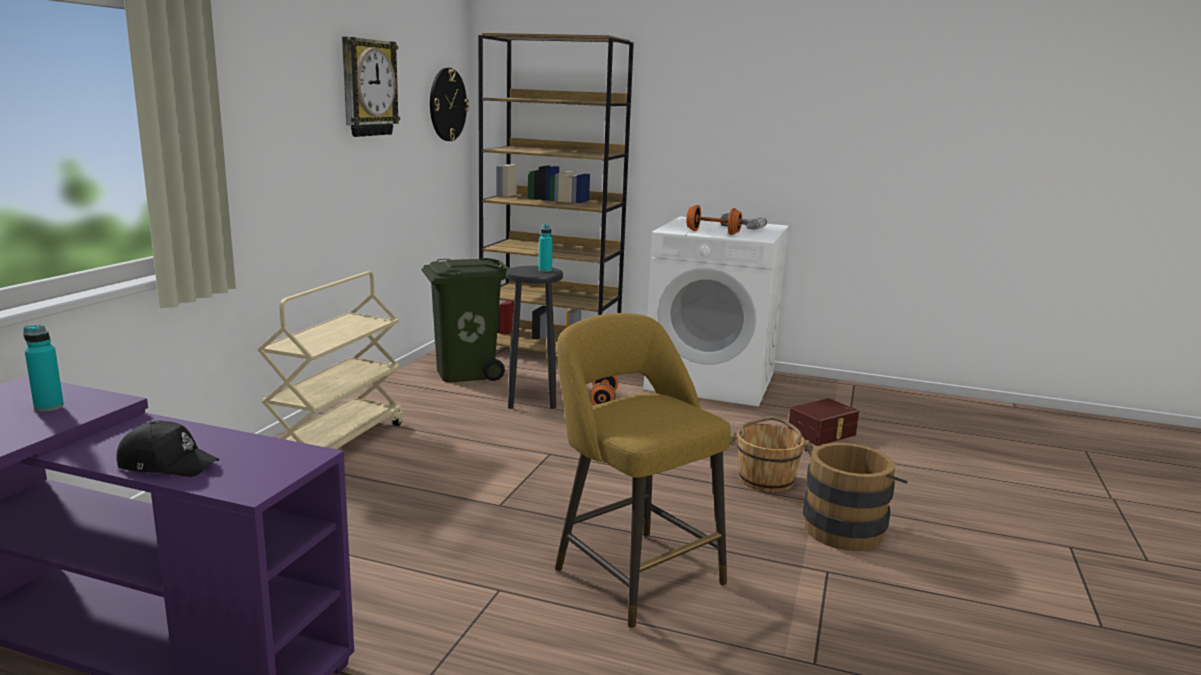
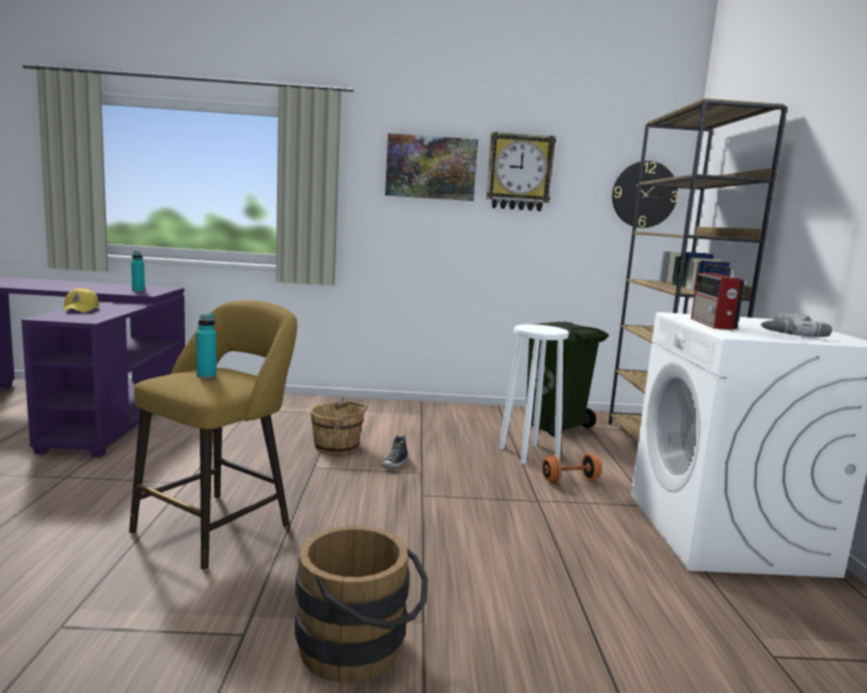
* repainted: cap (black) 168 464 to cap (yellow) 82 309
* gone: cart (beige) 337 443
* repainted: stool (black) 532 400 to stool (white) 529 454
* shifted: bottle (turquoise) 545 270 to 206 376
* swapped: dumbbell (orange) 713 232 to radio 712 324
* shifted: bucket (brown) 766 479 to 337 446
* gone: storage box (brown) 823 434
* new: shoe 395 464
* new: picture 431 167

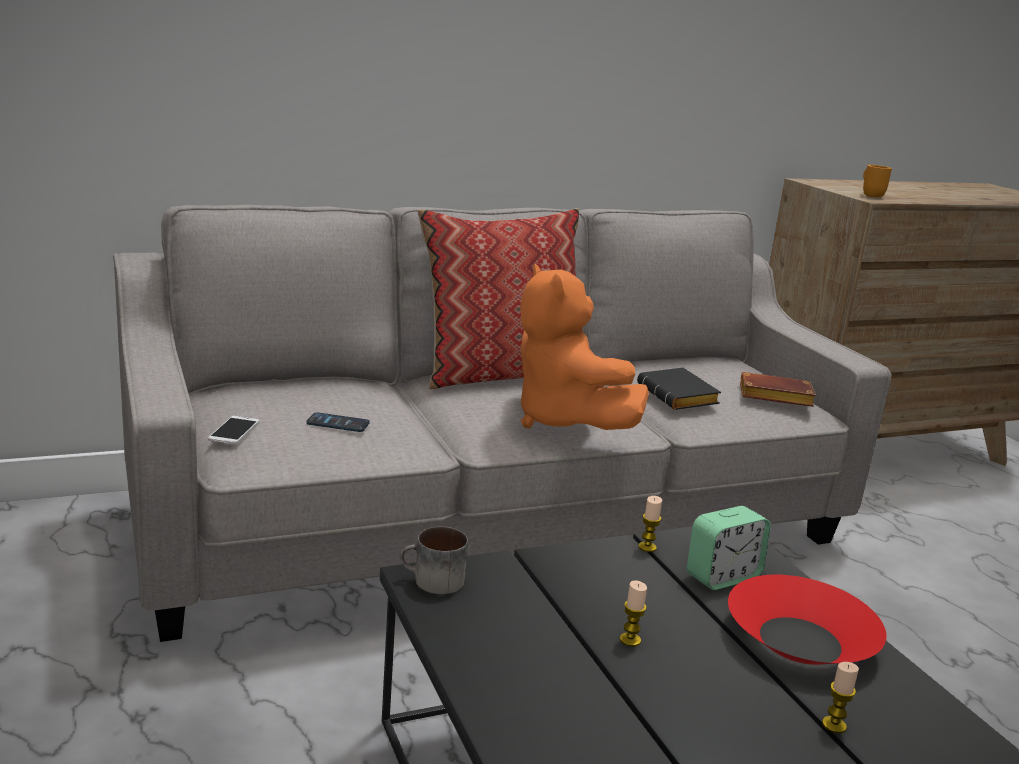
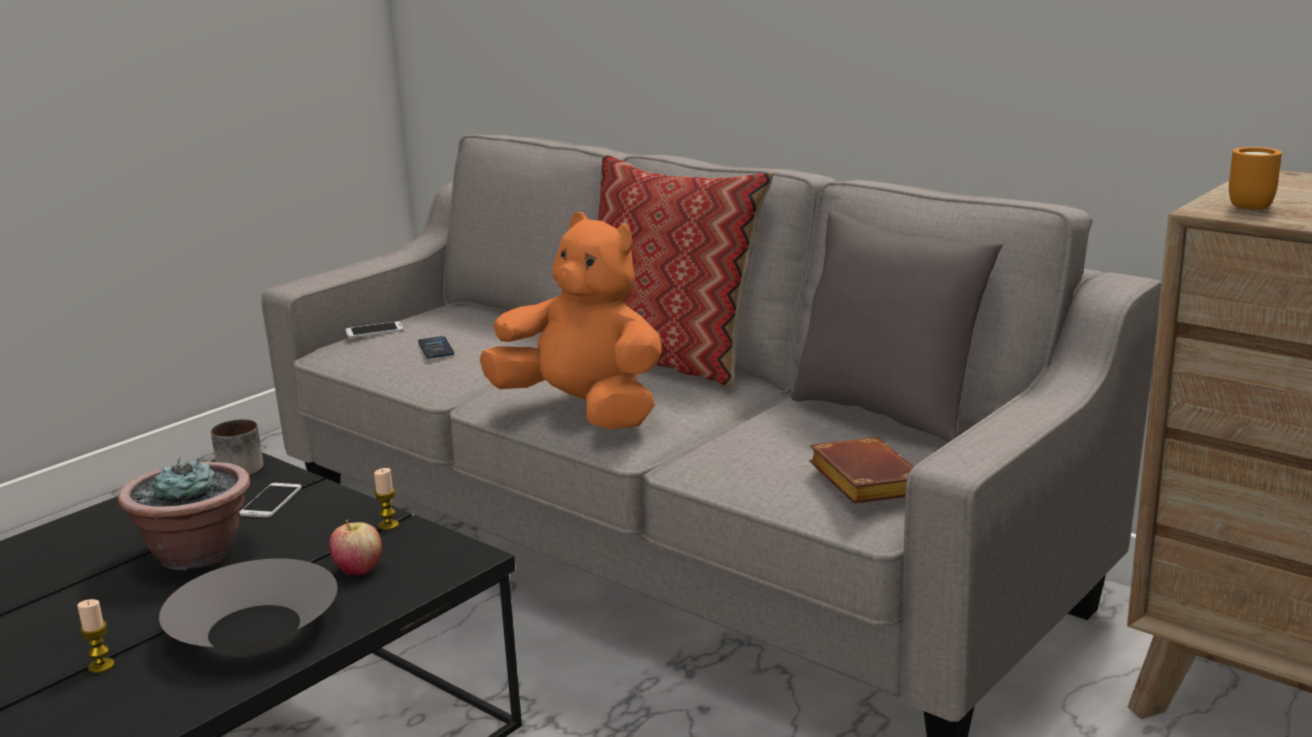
* rotated: plush toy (orange) 564 421 = 583 411 90 degrees clockwise
* swapped: candle 630 640 to potted plant 196 554
* gone: book (black) 680 397
* swapped: alarm clock 722 577 to apple 358 570
* repainted: bowl (red) 800 639 to bowl (grey) 255 627
* new: phone 271 501
* new: pillow (grey) 887 414

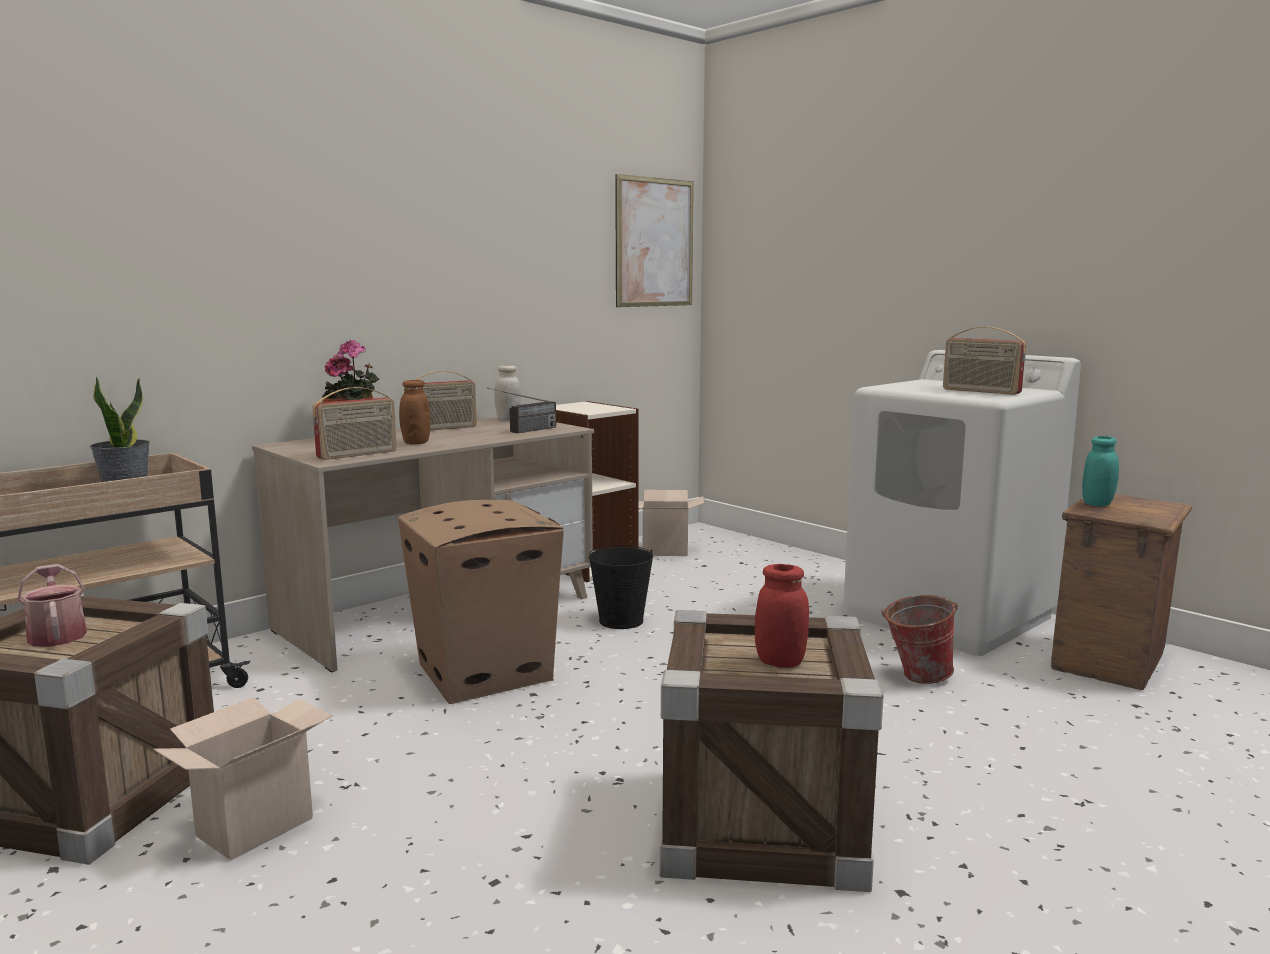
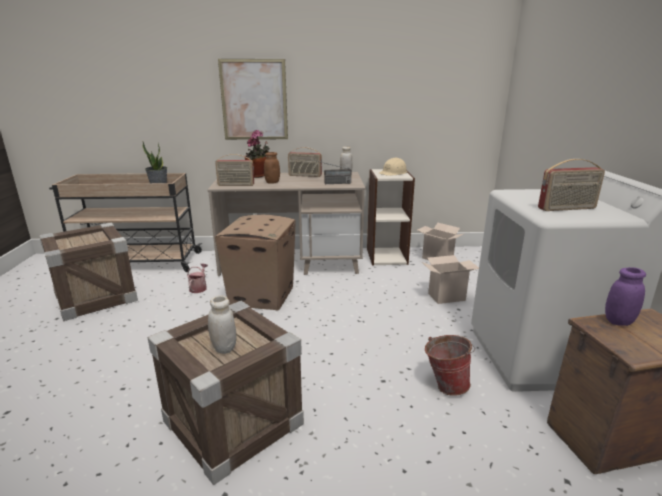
* shifted: watering can 57 634 to 199 288
* shifted: cardboard box 256 825 to 447 296
* gone: bucket (black) 621 621
* shifted: picture 654 242 to 254 100
* repainted: jar (red) 780 662 to jar (white) 224 348
* rotated: radio 980 391 = 567 208 90 degrees counterclockwise
* repainted: jar (turquoise) 1097 504 to jar (purple) 619 321
* new: hard hat (beige) 393 173

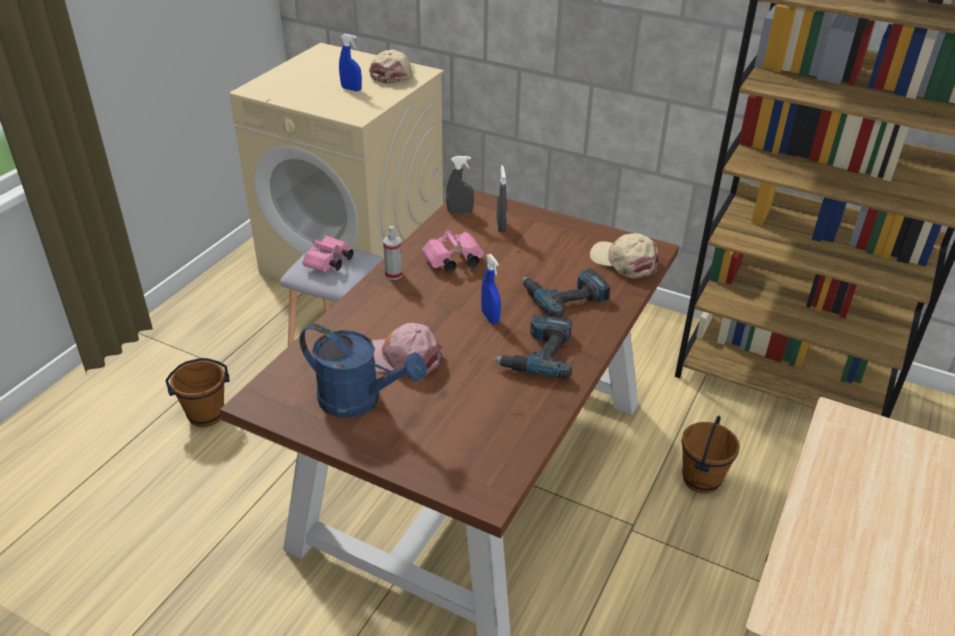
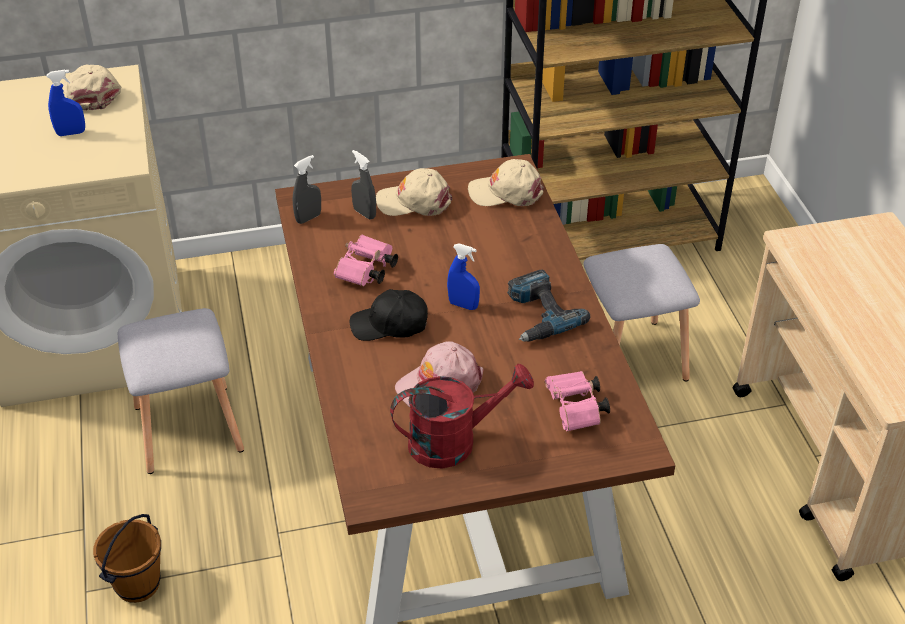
* repainted: watering can (blue) 360 401 to watering can (red) 454 441
* shifted: binoculars (pink) 328 263 to 576 410
* gone: spray bottle 393 274
* gone: power drill 564 296
* swapped: bucket (brown) 702 480 to stool (grey) 632 359
* new: cap (black) 390 325
* new: cap (beige) 414 201

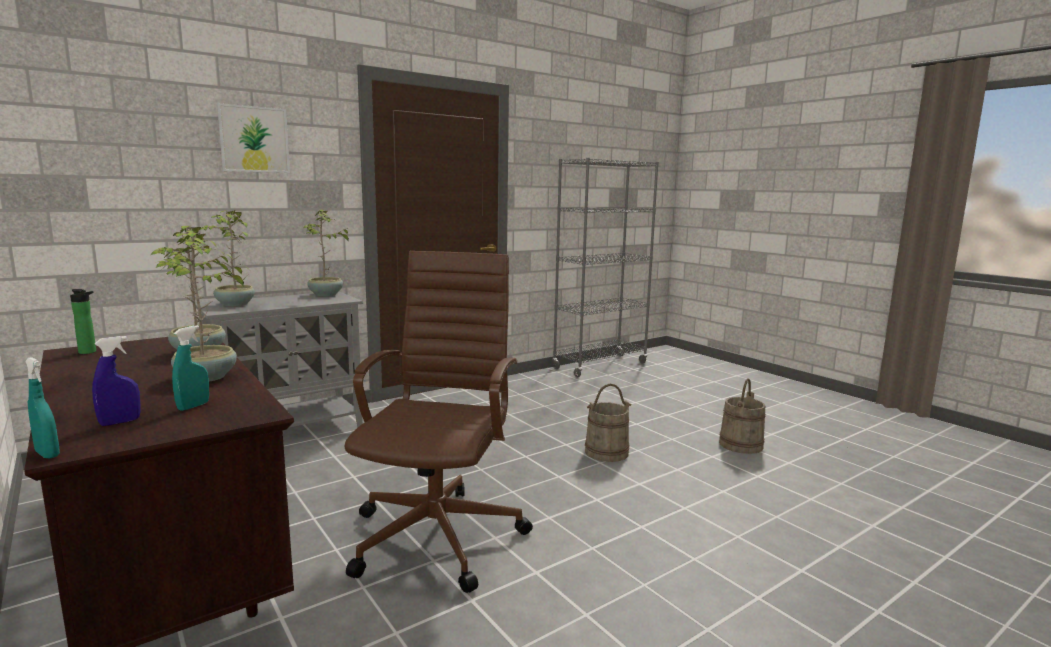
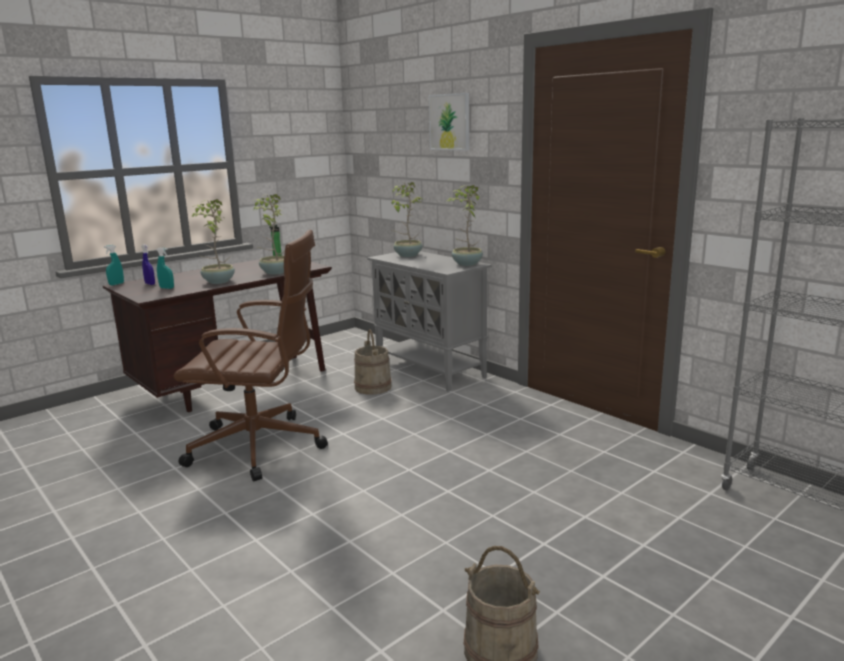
* shifted: bucket (beige) 606 452 to 373 387

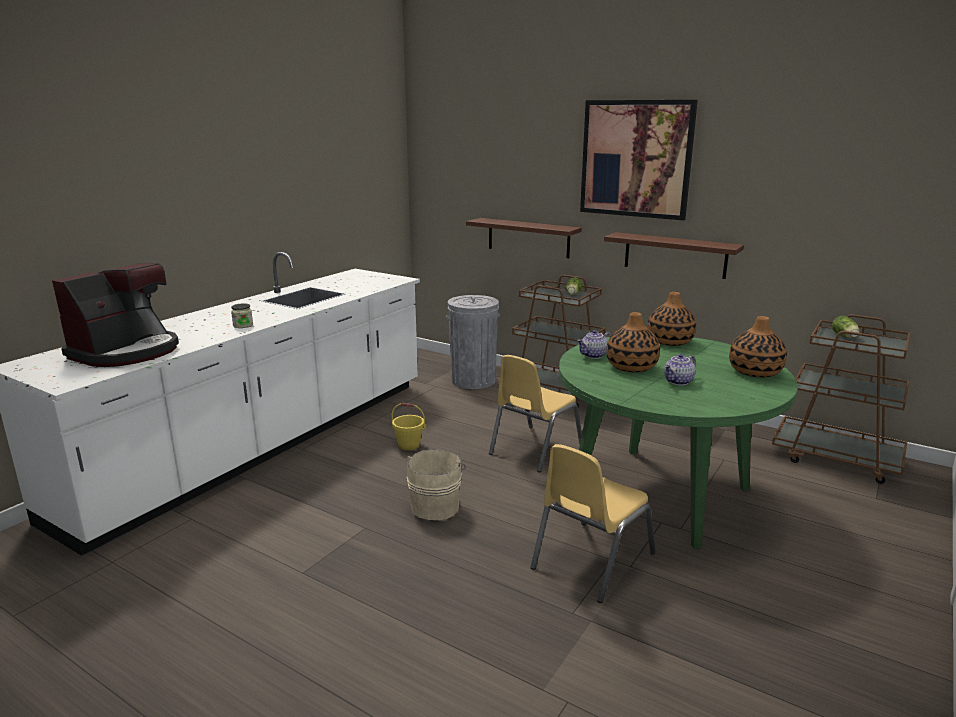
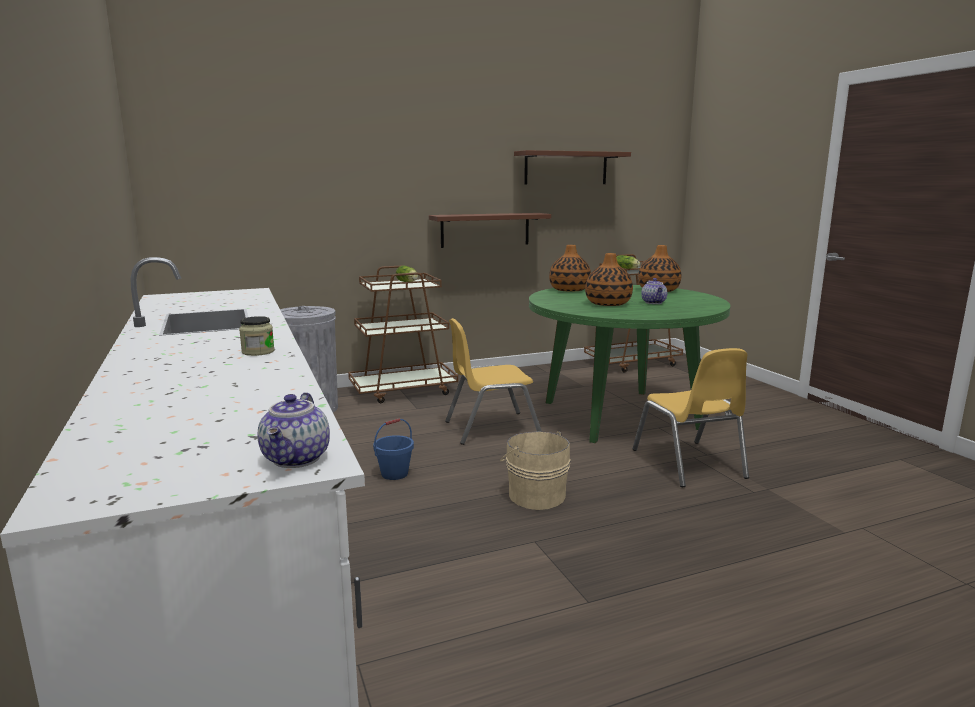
* gone: coffee machine 127 352
* repainted: bucket (yellow) 409 445 to bucket (blue) 394 474
* shifted: shelf (brown) 528 237 to 566 168
* rotated: chair (yellow) 534 449 = 491 428 90 degrees clockwise
* shifted: teapot 594 356 to 297 459
* gone: picture 636 159

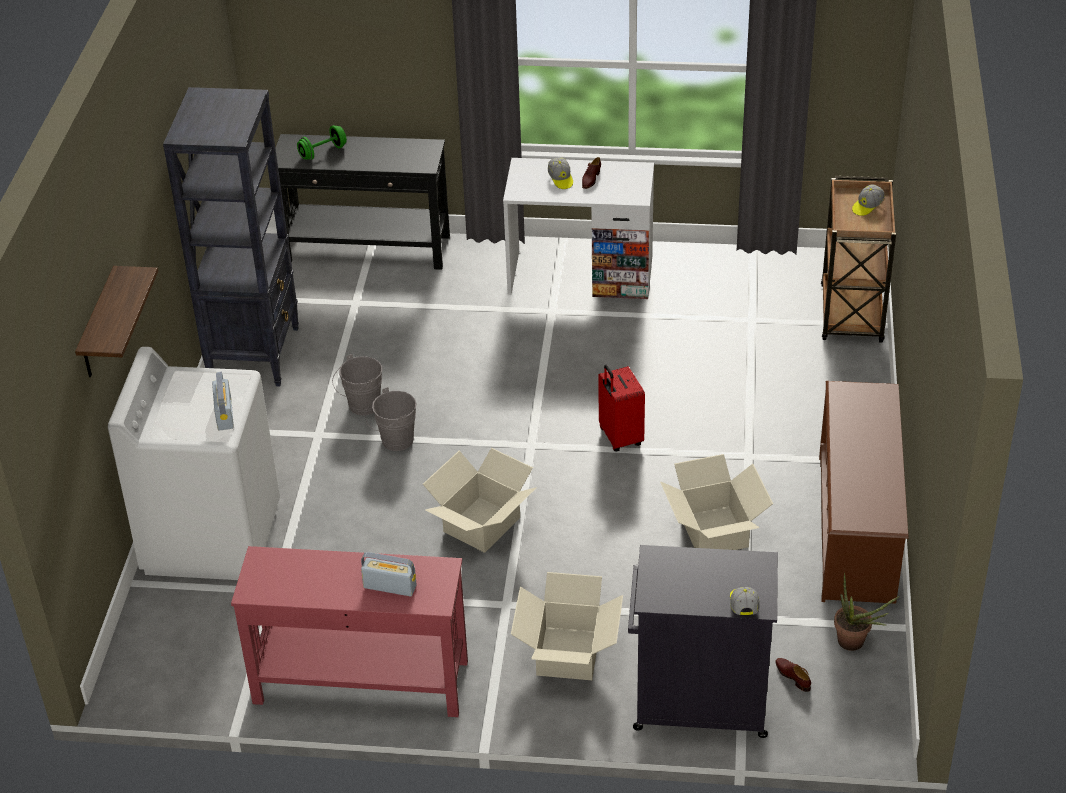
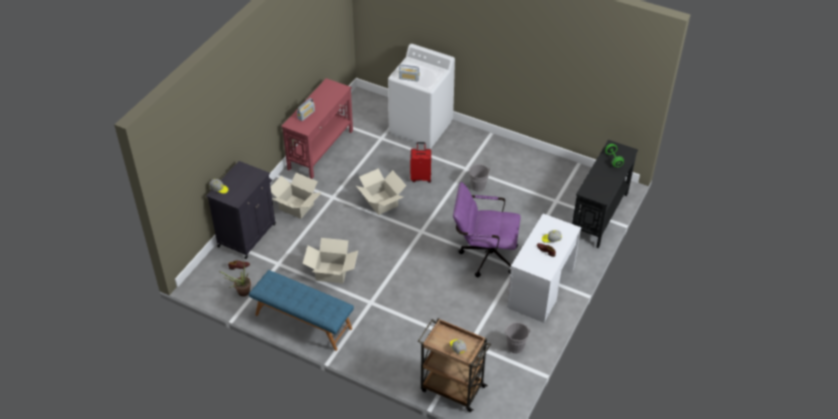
* gone: shelf 98 326
* gone: bookcase (black) 255 354
* shifted: bucket (grey) 394 441 to 515 345
* shifted: suitcase (red) 619 438 to 421 177
* swapped: shoe rack (brown) 856 527 to bench (blue) 303 322
* new: office chair (purple) 484 255

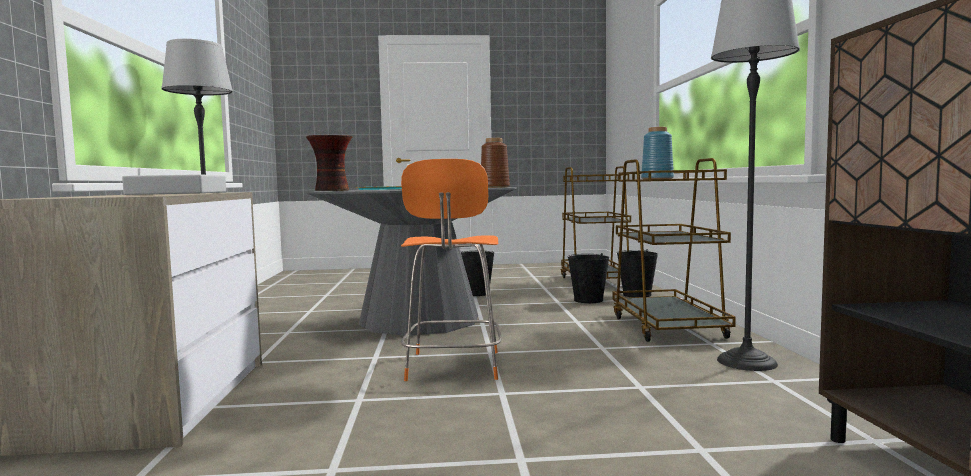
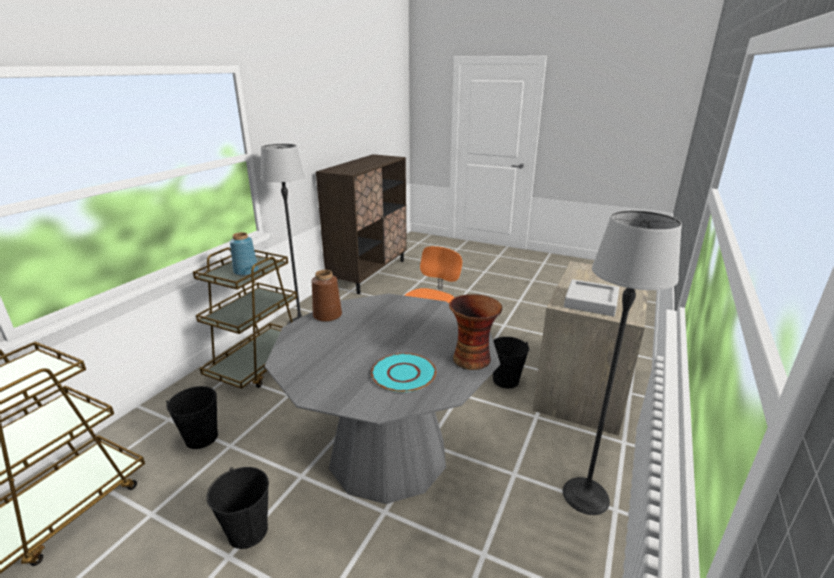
* shifted: bucket (black) 637 295 to 505 380

